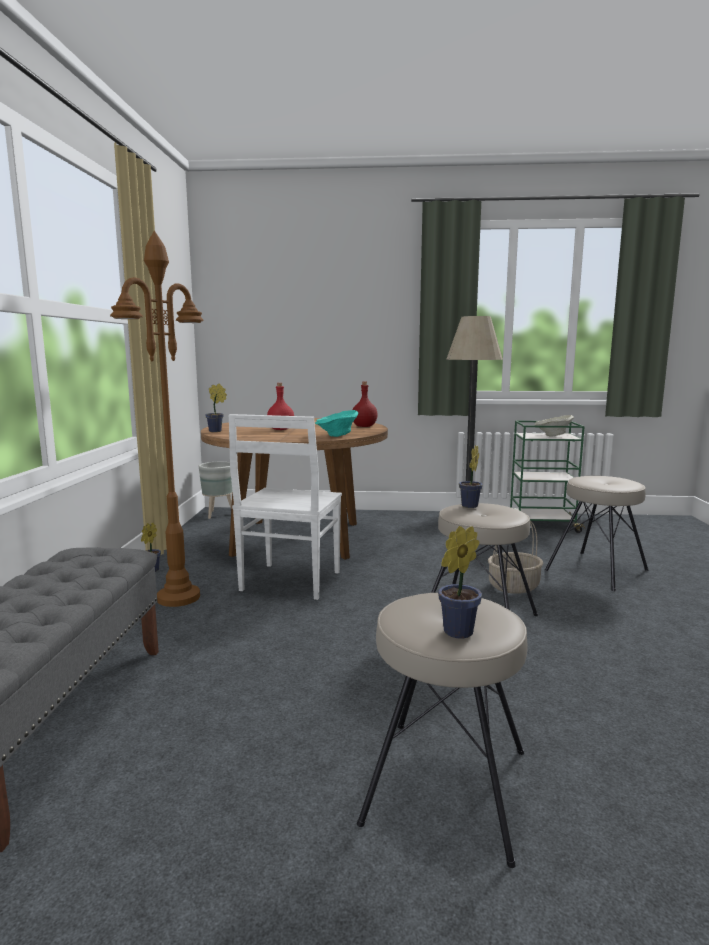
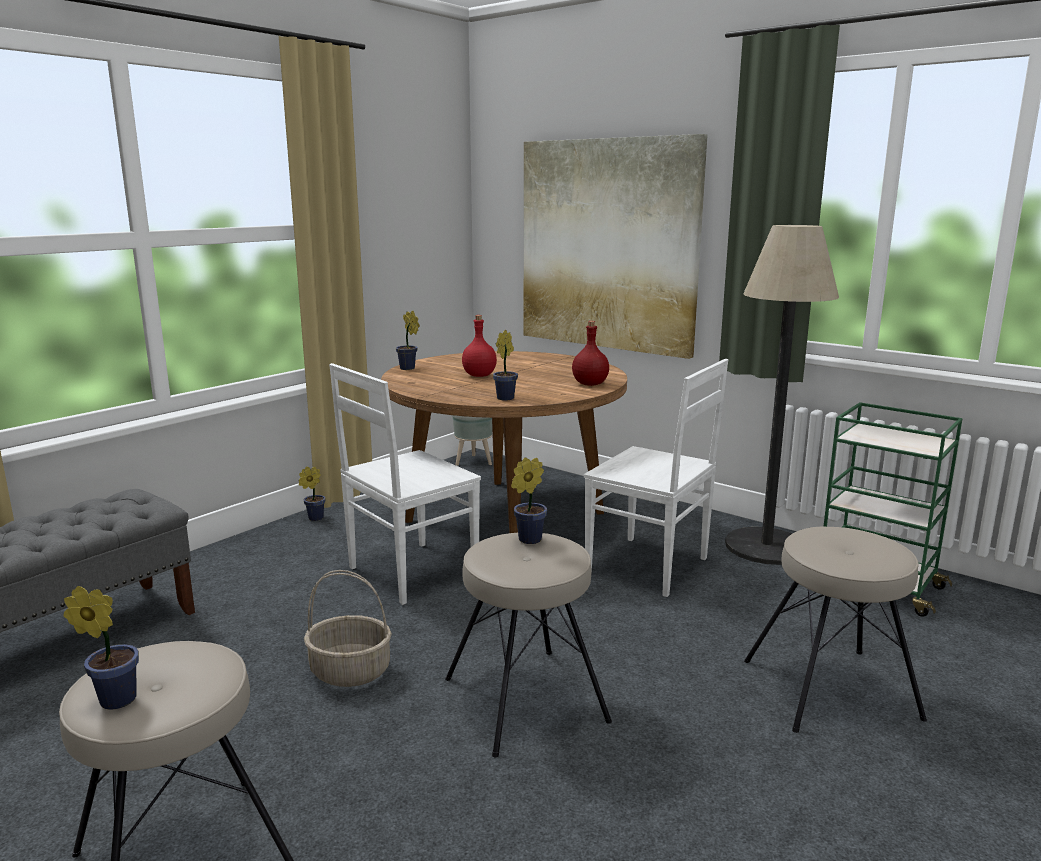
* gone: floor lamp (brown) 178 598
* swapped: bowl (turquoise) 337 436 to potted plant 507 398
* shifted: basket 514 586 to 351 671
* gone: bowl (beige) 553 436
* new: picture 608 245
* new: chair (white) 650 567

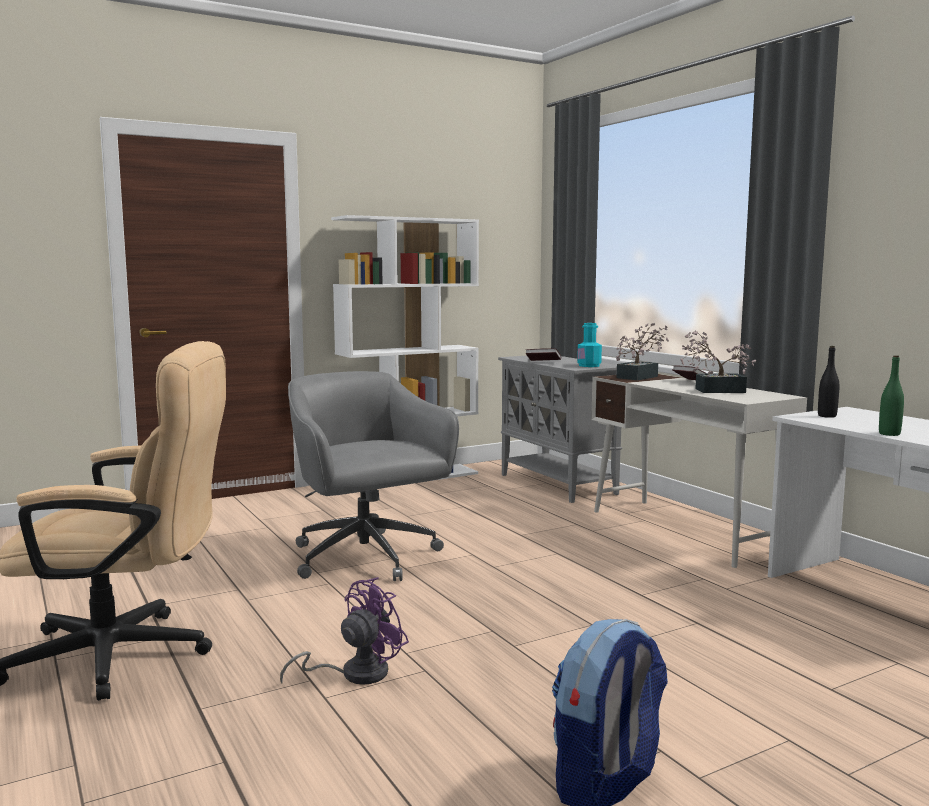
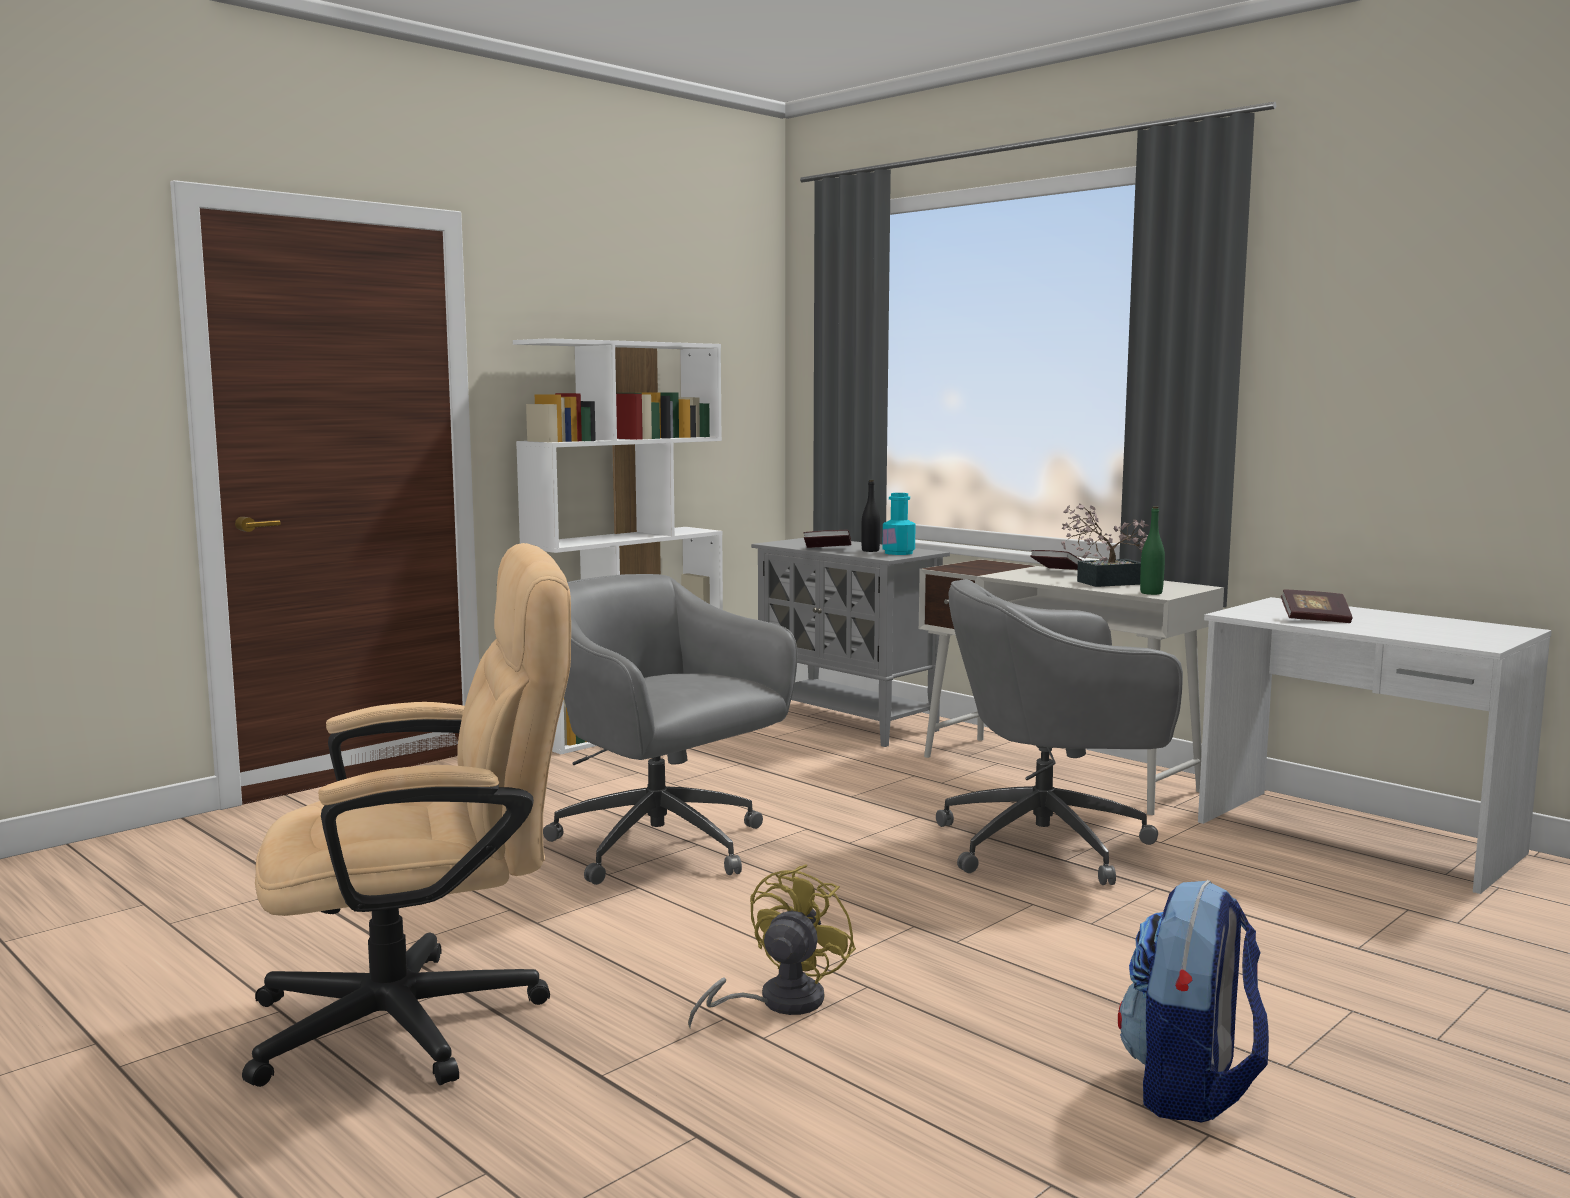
* repainted: fan (purple) 354 674 to fan (yellow) 777 1002
* gone: potted plant 640 377
* shifted: bottle (black) 827 416 to 870 550
* shifted: bottle (green) 889 434 to 1151 593
* new: office chair (grey) 1050 845
* new: book 1315 620

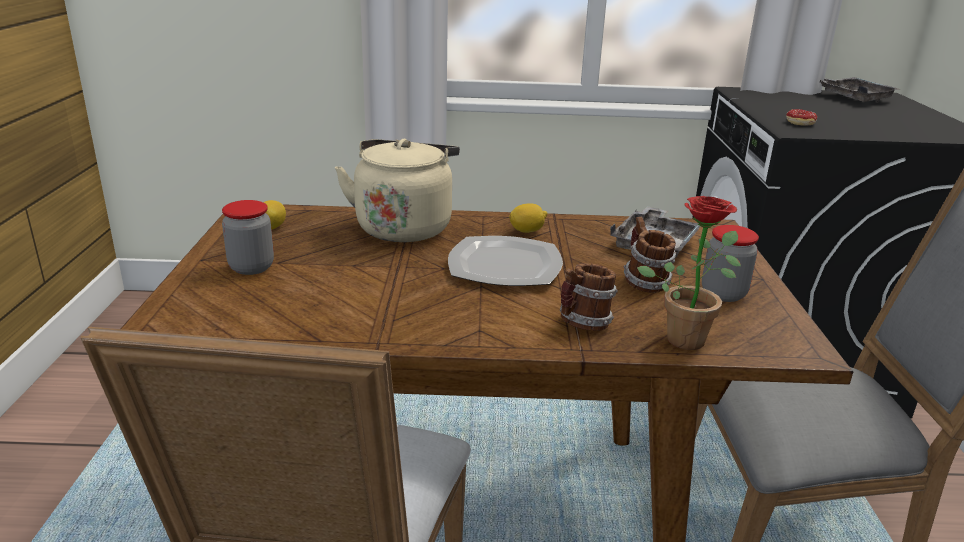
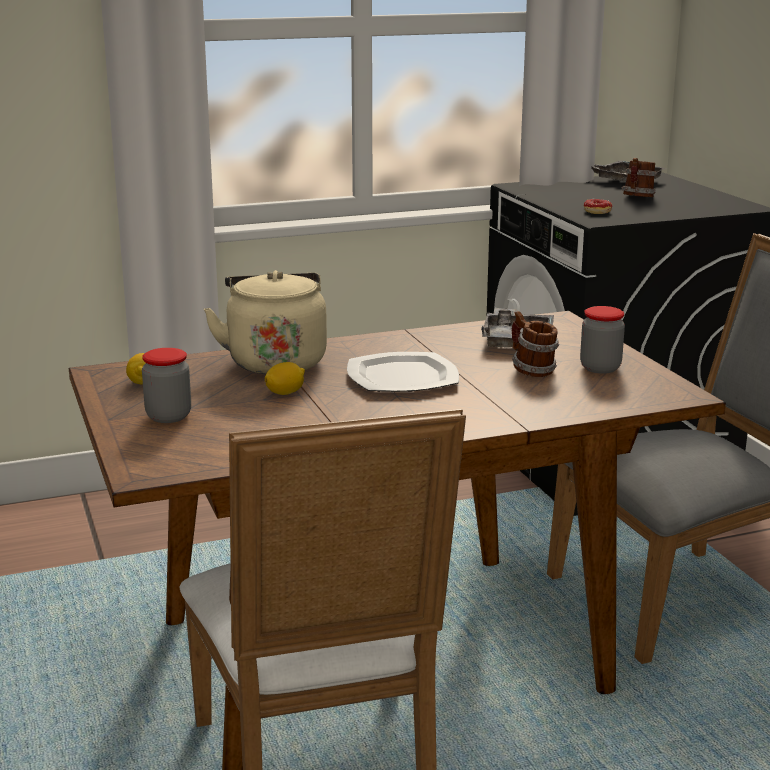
* shifted: lemon 527 231 to 285 393
* shifted: mug 583 325 to 638 198
* gone: potted plant 687 336

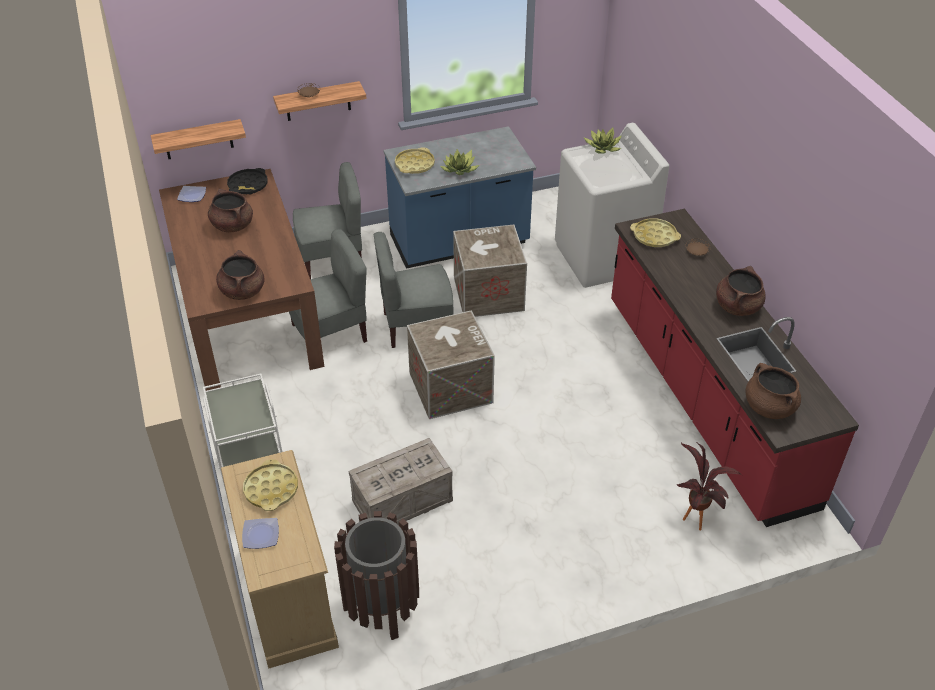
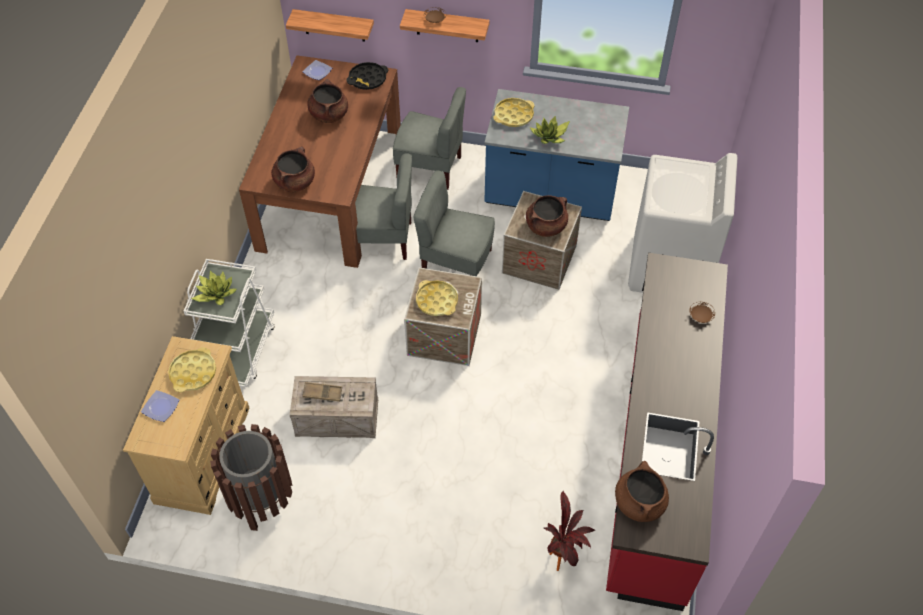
* shifted: potted plant 603 148 to 215 294
* shifted: tray (yellow) 654 236 to 437 301
* shifted: cooking pot (brown) 737 306 to 546 226
* new: tray (brown) 322 393

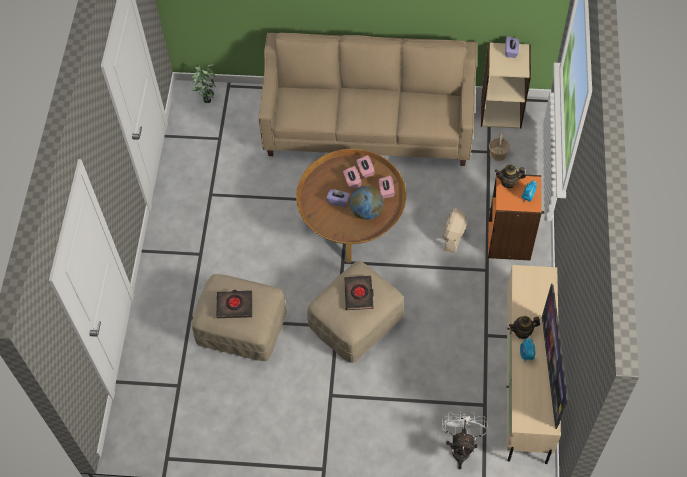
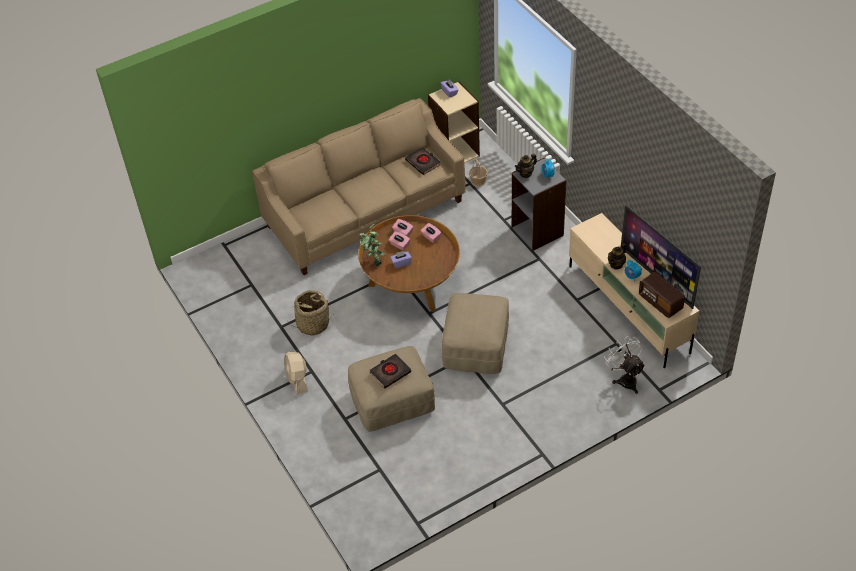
* shifted: potted plant 206 97 to 373 261
* shifted: book (black) 359 294 to 423 163
* gone: globe 366 211
* shifted: fan (beige) 453 236 to 297 380
* repainted: bookcase (orange) 510 240 to bookcase (grey) 538 231
* new: basket 313 324
* new: radio 660 302

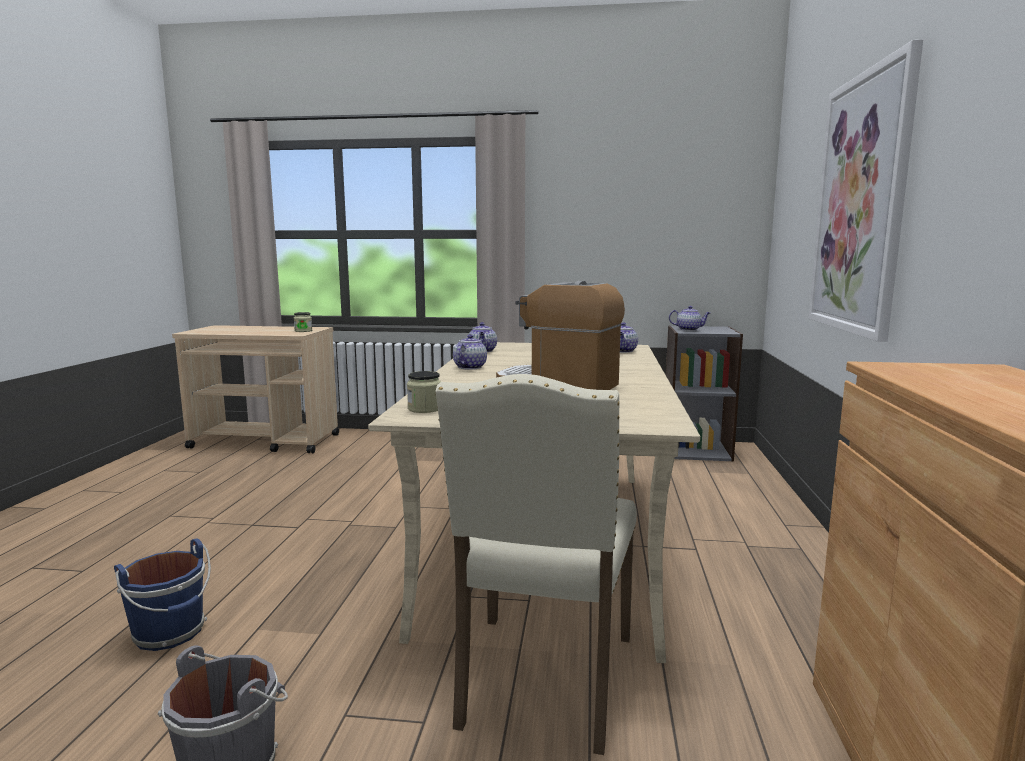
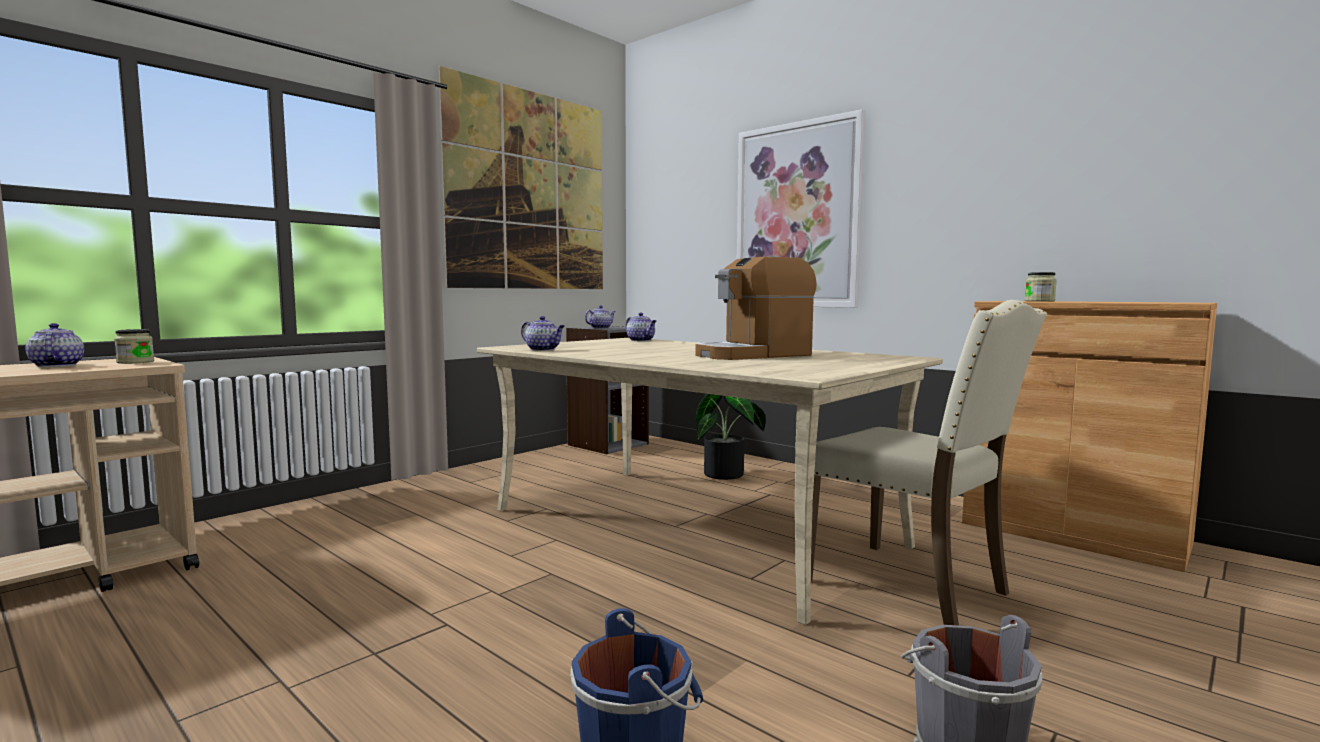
* shifted: jar 424 409 to 1039 301
* shifted: teapot 470 367 to 56 365
* new: picture 530 191
* new: potted plant 729 474

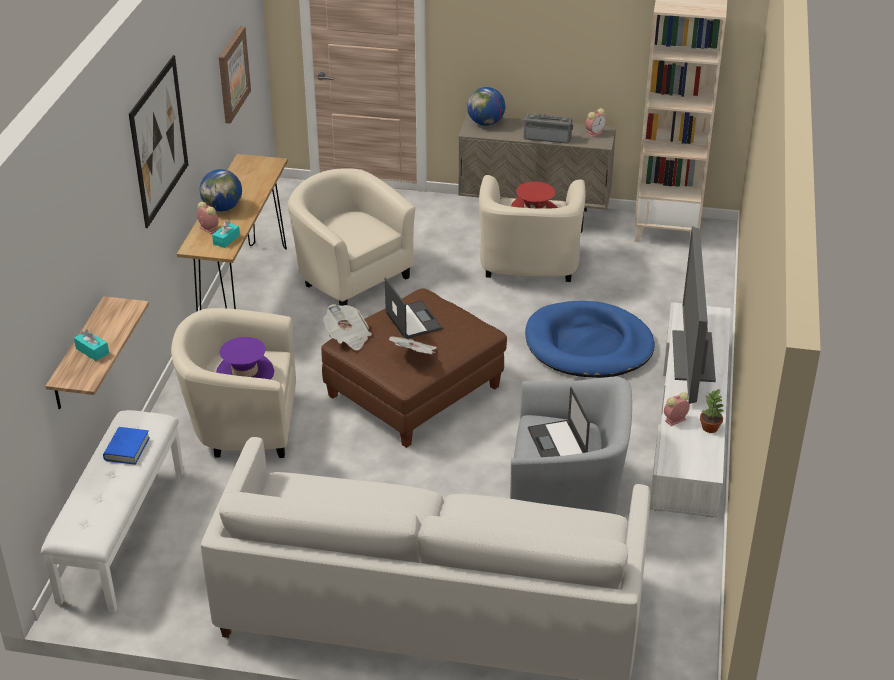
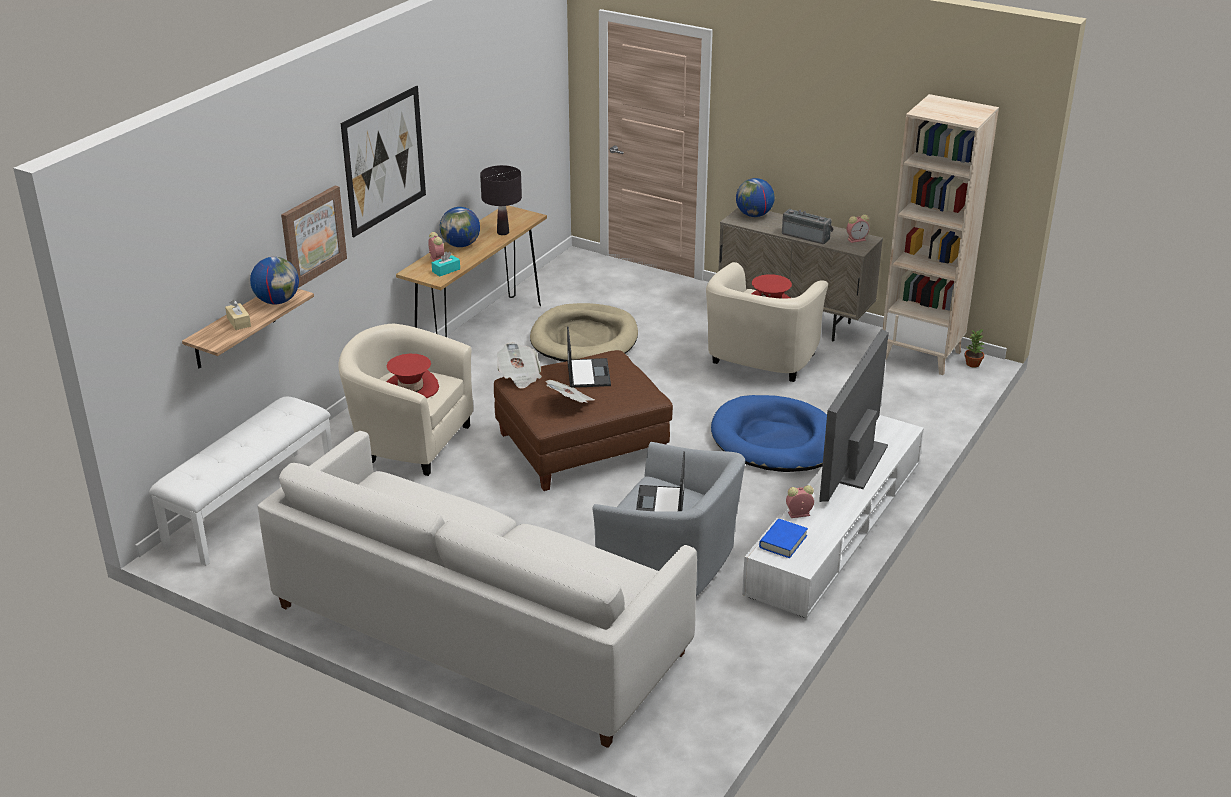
* repainted: tissue box (turquoise) 92 351 to tissue box (beige) 238 322
* shifted: book (blue) 127 449 to 783 542
* repainted: hat (purple) 245 373 to hat (red) 410 388
* shifted: picture 232 74 to 312 236
* swapped: armchair (beige) 350 277 to dog bed (beige) 584 339
* shifted: potted plant 710 428 to 973 364
* new: globe 277 301
* new: table lamp (black) 503 232

